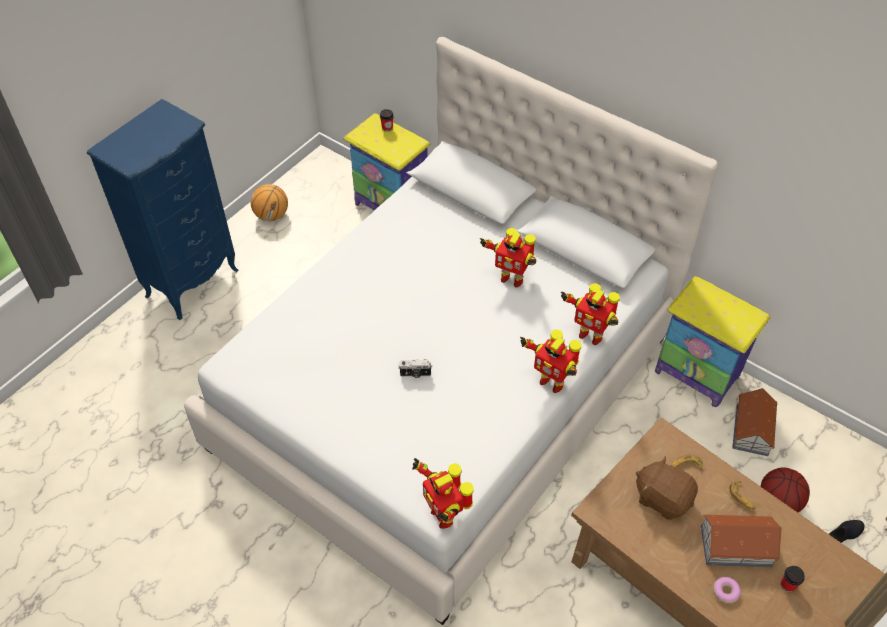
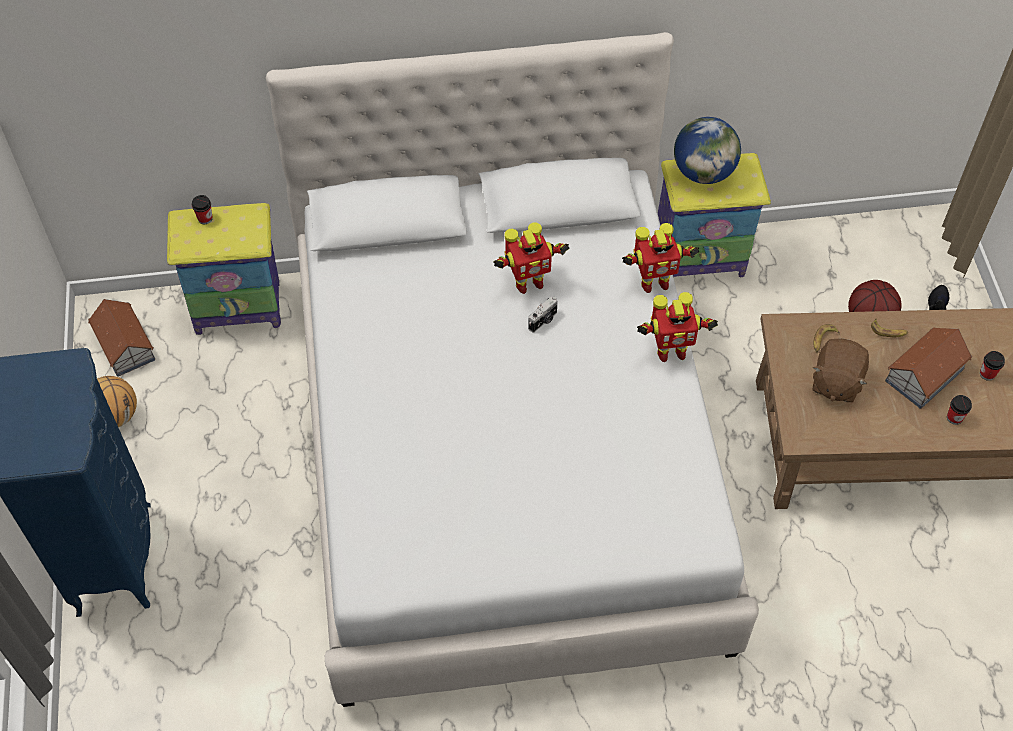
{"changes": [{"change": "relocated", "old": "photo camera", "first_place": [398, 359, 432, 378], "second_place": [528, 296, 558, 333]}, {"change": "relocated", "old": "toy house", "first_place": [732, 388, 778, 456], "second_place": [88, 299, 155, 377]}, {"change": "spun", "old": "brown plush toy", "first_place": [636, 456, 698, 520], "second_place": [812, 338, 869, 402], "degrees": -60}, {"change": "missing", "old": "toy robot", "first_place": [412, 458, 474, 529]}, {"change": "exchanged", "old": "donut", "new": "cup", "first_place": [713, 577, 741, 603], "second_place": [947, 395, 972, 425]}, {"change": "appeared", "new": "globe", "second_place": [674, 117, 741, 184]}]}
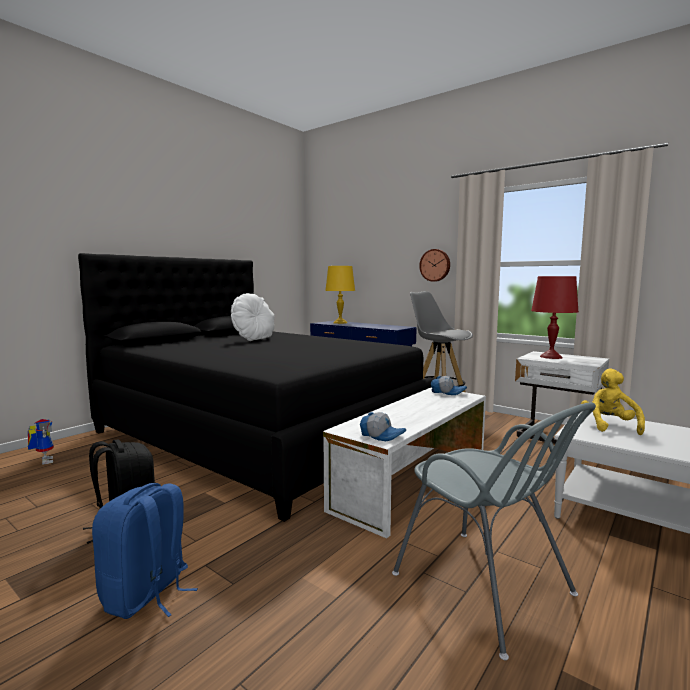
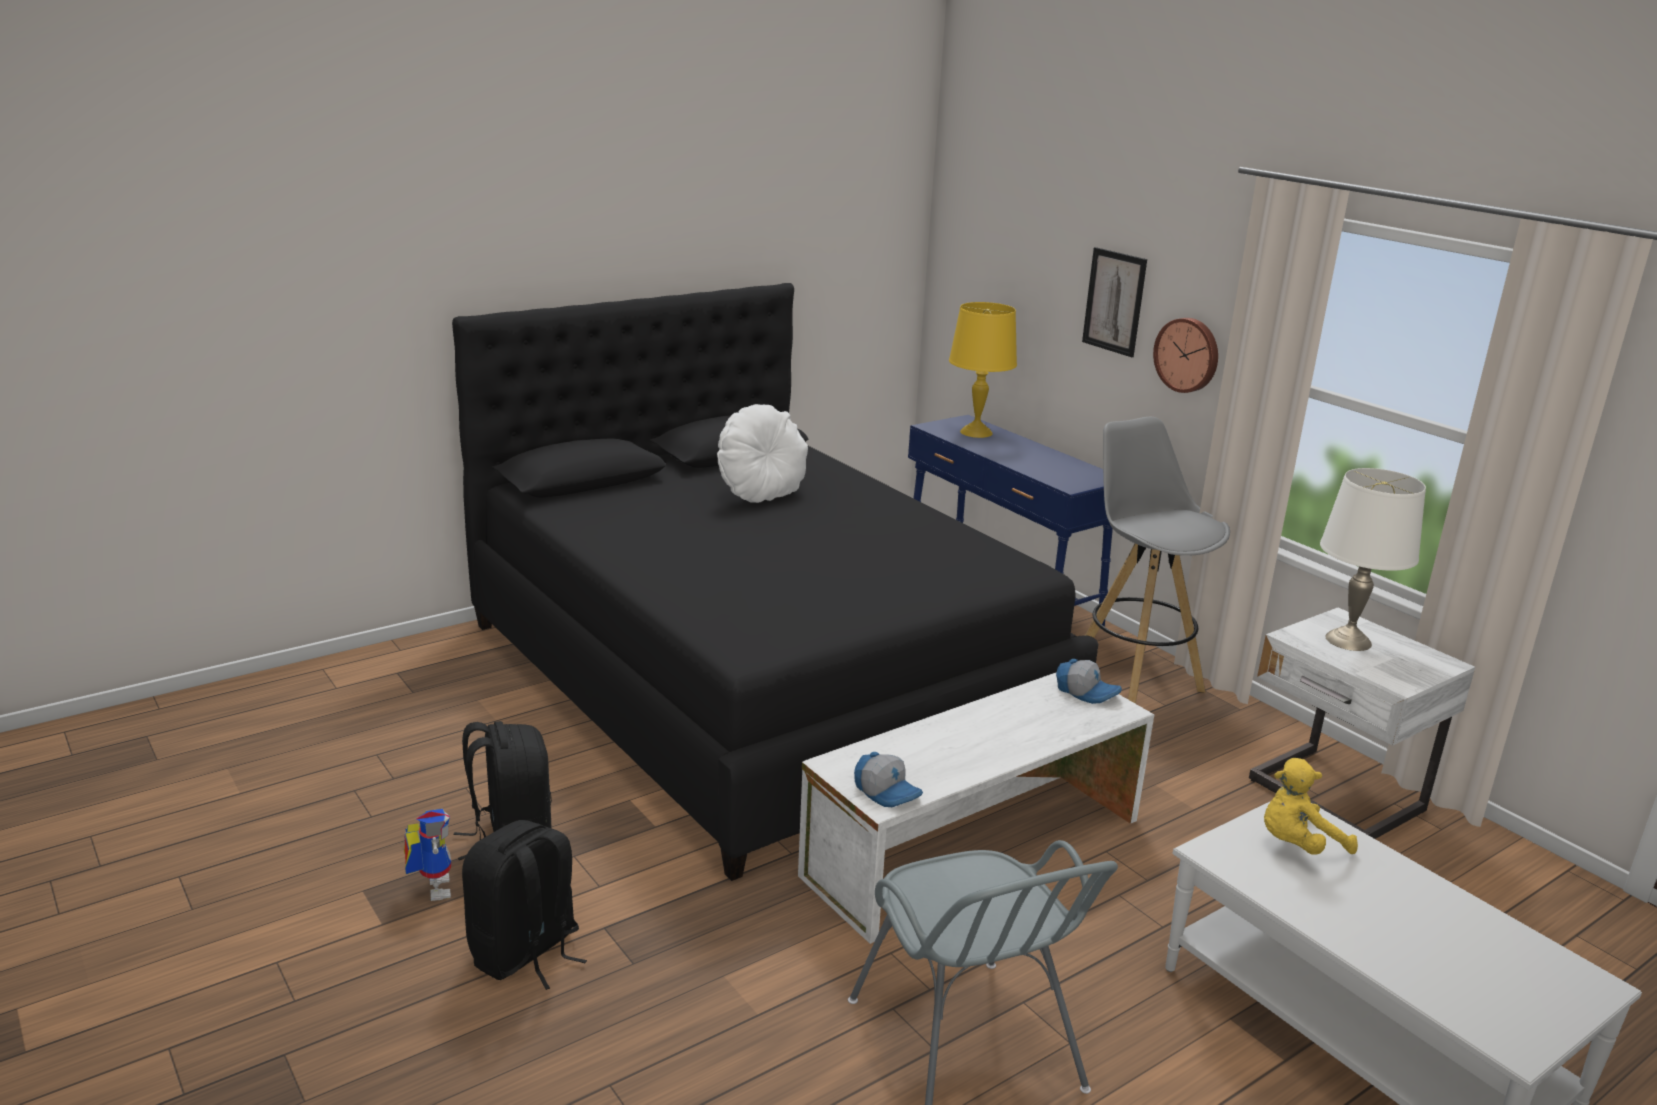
{"changes": [{"change": "colour", "old": "red table lamp", "new": "white table lamp", "first_place": [531, 276, 579, 359], "second_place": [1320, 468, 1426, 651]}, {"change": "spun", "old": "yellow plush toy", "first_place": [581, 368, 645, 435], "second_place": [1264, 758, 1358, 855], "degrees": -135}, {"change": "relocated", "old": "toy robot", "first_place": [28, 419, 54, 465], "second_place": [404, 809, 451, 901]}, {"change": "colour", "old": "blue backpack", "new": "black backpack", "first_place": [92, 483, 198, 619], "second_place": [462, 820, 587, 990]}, {"change": "appeared", "new": "picture", "second_place": [1082, 247, 1147, 357]}]}
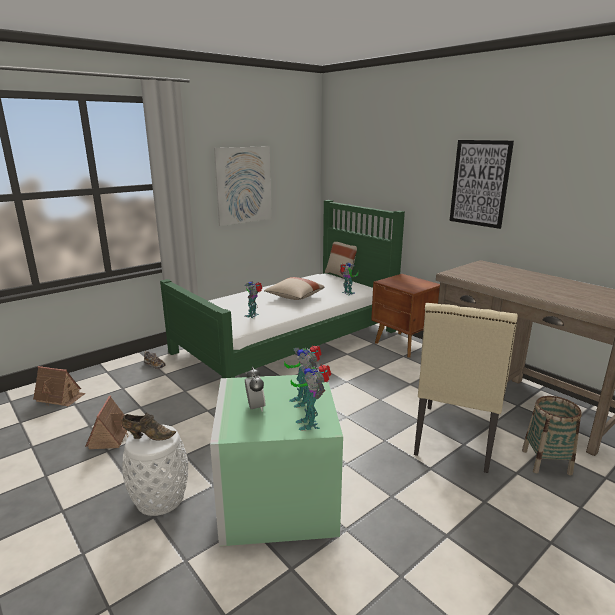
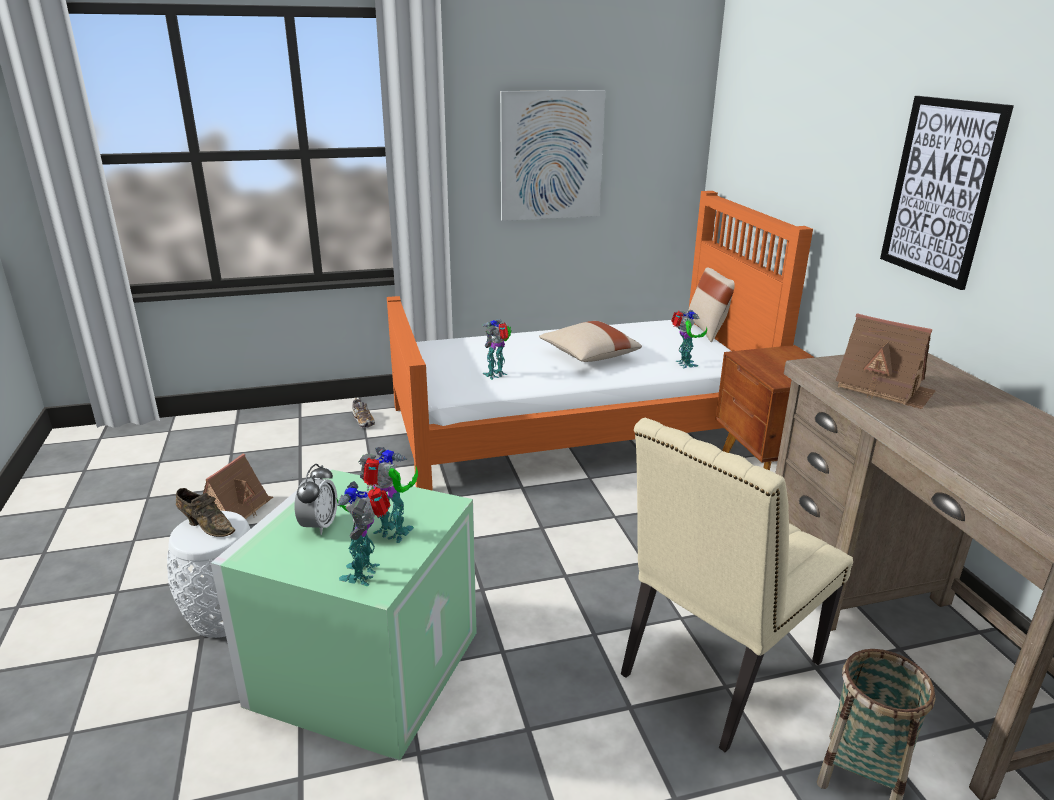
{"changes": [{"change": "colour", "old": "green bed", "new": "orange bed", "first_place": [160, 200, 405, 378], "second_place": [387, 191, 813, 491]}, {"change": "spun", "old": "toy robot", "first_place": [284, 345, 322, 408], "second_place": [359, 447, 418, 543], "degrees": 120}, {"change": "relocated", "old": "toy house", "first_place": [33, 366, 85, 406], "second_place": [835, 313, 936, 409]}]}
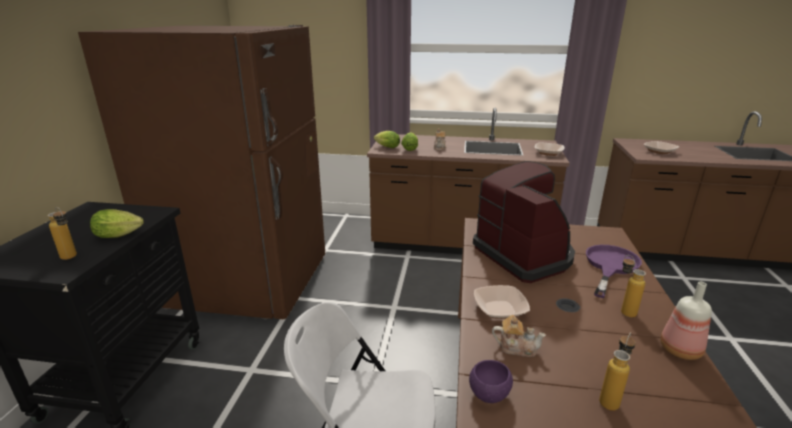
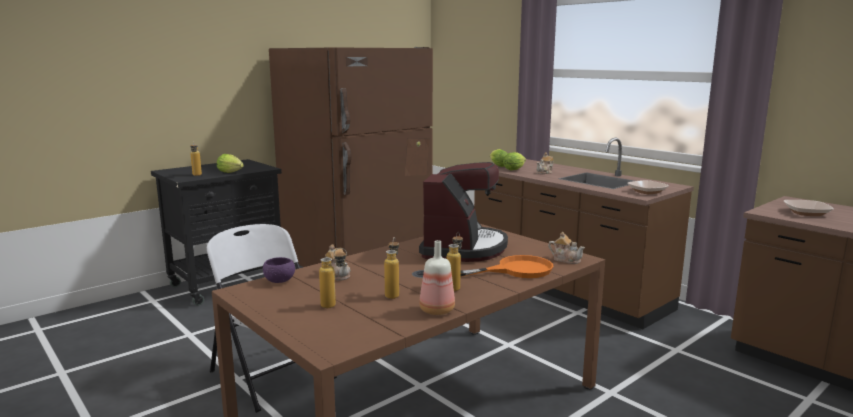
{"changes": [{"change": "colour", "old": "purple frying pan", "new": "orange frying pan", "first_place": [586, 245, 642, 298], "second_place": [460, 255, 553, 278]}, {"change": "missing", "old": "bowl", "first_place": [474, 285, 530, 319]}, {"change": "appeared", "new": "teapot", "second_place": [548, 232, 585, 264]}, {"change": "appeared", "new": "bottle", "second_place": [384, 237, 399, 299]}]}
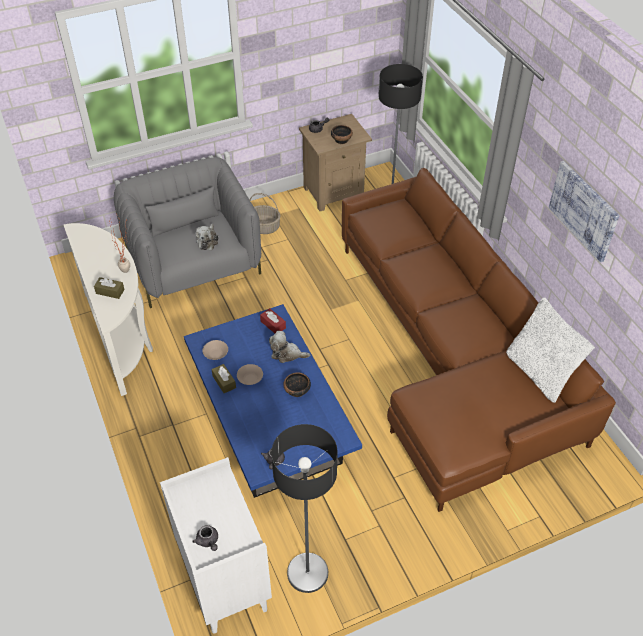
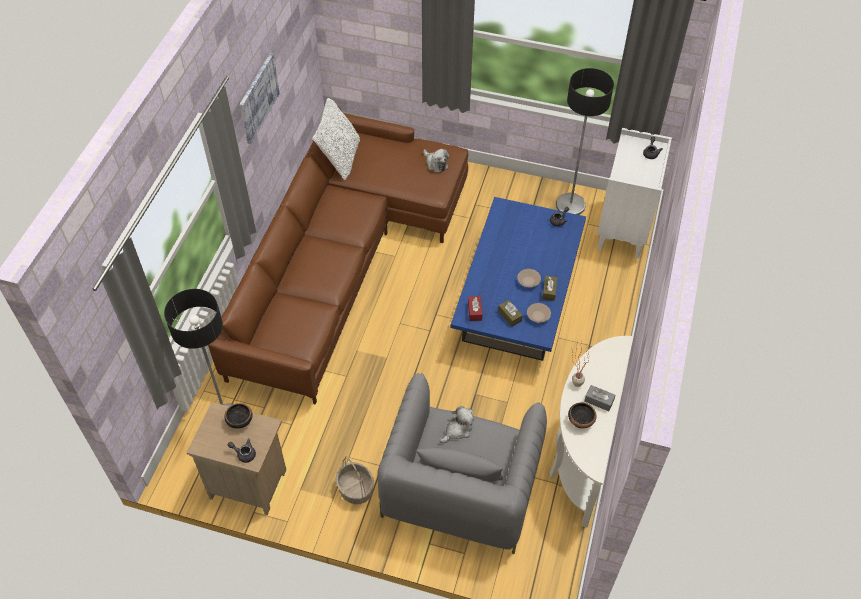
{"changes": [{"change": "relocated", "old": "brown tissue box", "first_place": [94, 277, 125, 299], "second_place": [498, 300, 523, 327]}, {"change": "relocated", "old": "plush toy", "first_place": [269, 331, 310, 363], "second_place": [423, 149, 449, 173]}, {"change": "relocated", "old": "bowl", "first_place": [283, 373, 311, 397], "second_place": [568, 402, 597, 428]}, {"change": "appeared", "new": "grey tissue box", "second_place": [584, 385, 615, 411]}]}
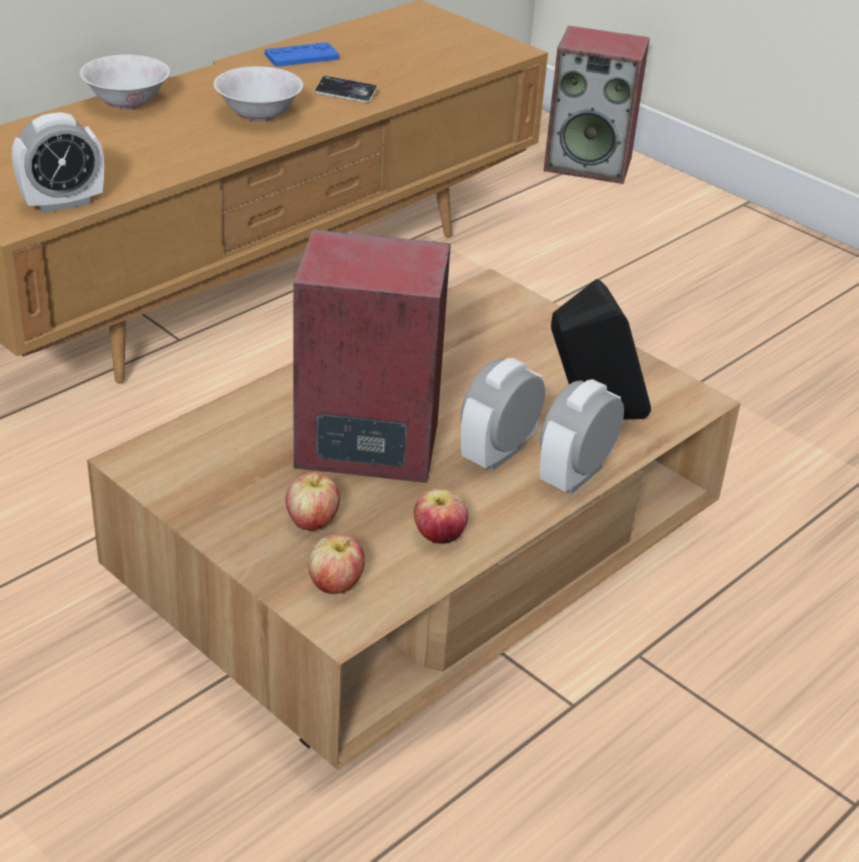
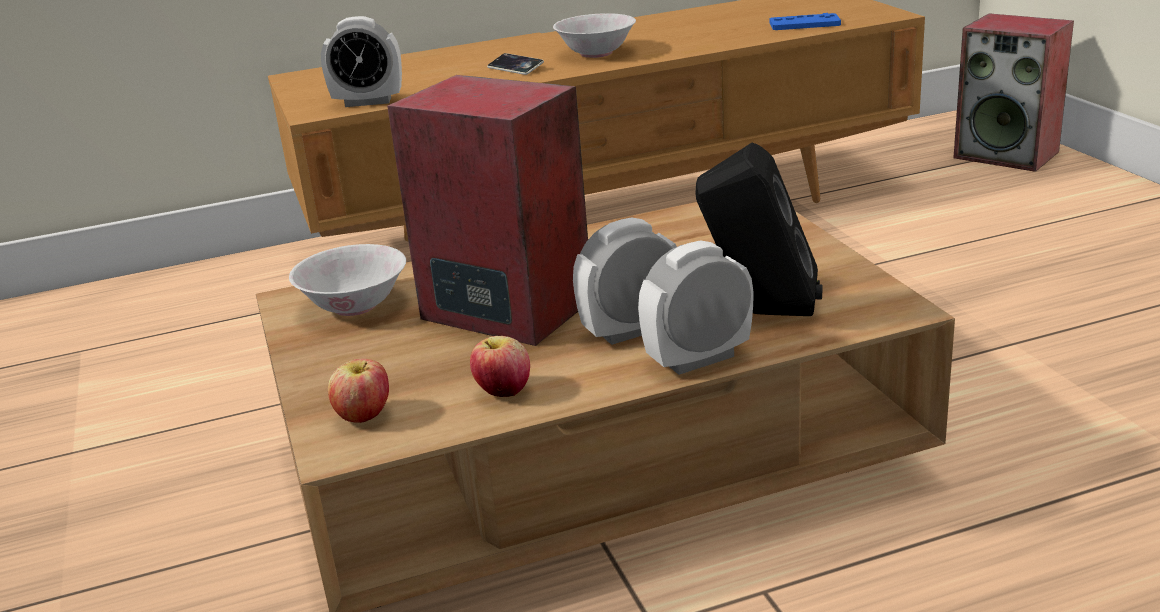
{"changes": [{"change": "relocated", "old": "blue game controller", "first_place": [265, 42, 339, 67], "second_place": [769, 13, 841, 30]}, {"change": "relocated", "old": "white bowl", "first_place": [80, 55, 170, 109], "second_place": [289, 244, 406, 316]}, {"change": "relocated", "old": "phone", "first_place": [315, 76, 378, 103], "second_place": [487, 53, 544, 75]}, {"change": "missing", "old": "apple", "first_place": [286, 472, 340, 531]}]}
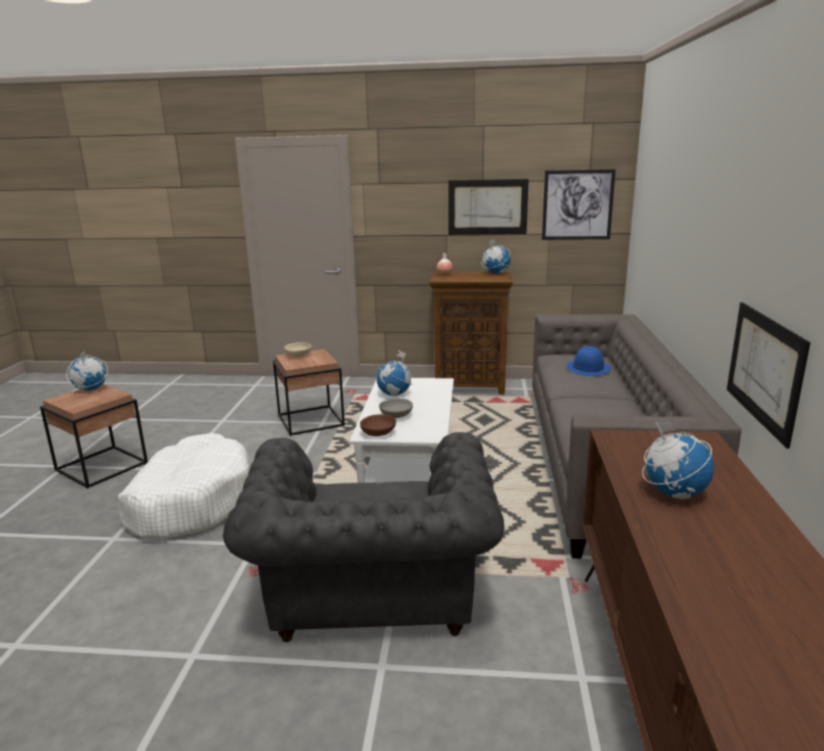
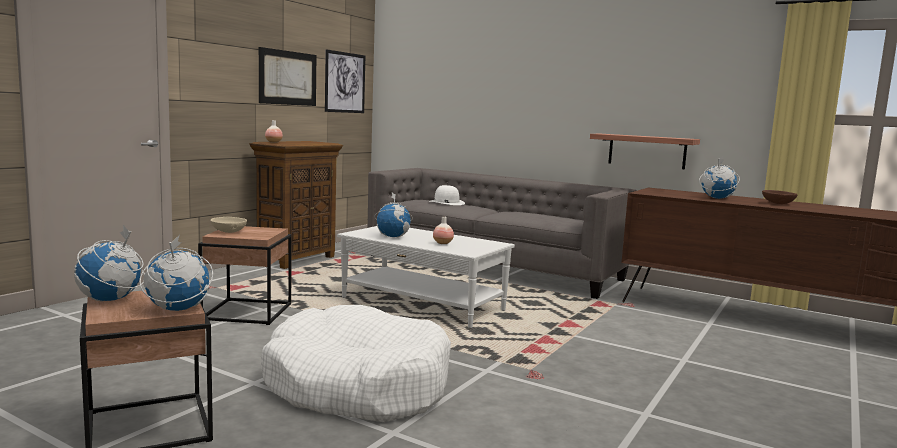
{"changes": [{"change": "relocated", "old": "globe", "first_place": [482, 239, 511, 274], "second_place": [139, 235, 213, 311]}, {"change": "exchanged", "old": "picture", "new": "shelf", "first_place": [727, 302, 811, 449], "second_place": [590, 134, 700, 169]}, {"change": "colour", "old": "blue hat", "new": "white hat", "first_place": [566, 346, 611, 376], "second_place": [430, 185, 465, 205]}, {"change": "exchanged", "old": "grey bowl", "new": "vase", "first_place": [379, 399, 413, 418], "second_place": [433, 216, 454, 244]}, {"change": "relocated", "old": "brown bowl", "first_place": [360, 414, 396, 436], "second_place": [762, 190, 798, 204]}, {"change": "missing", "old": "grey armchair", "first_place": [223, 432, 505, 642]}]}
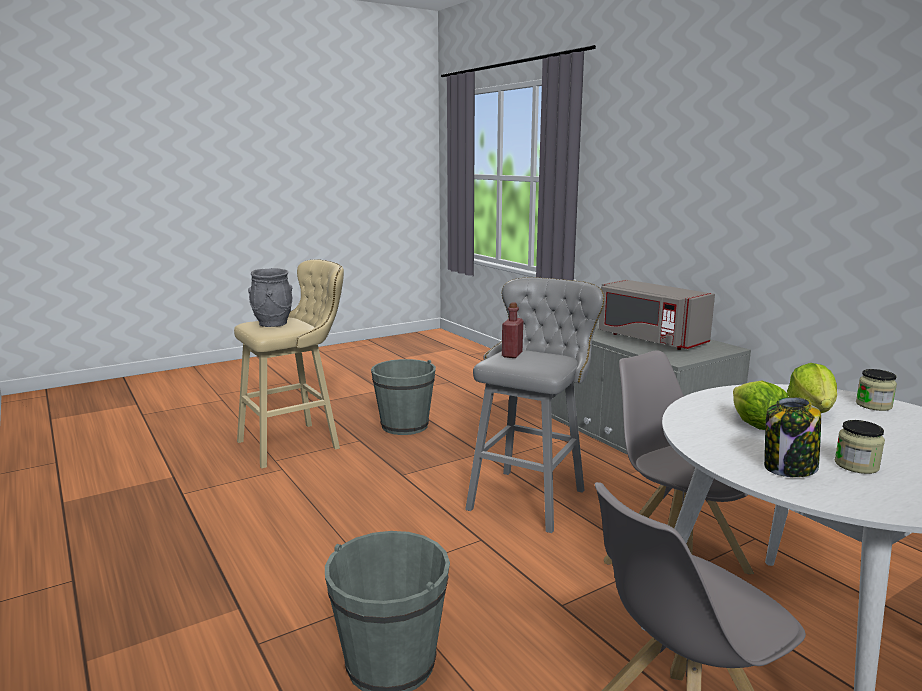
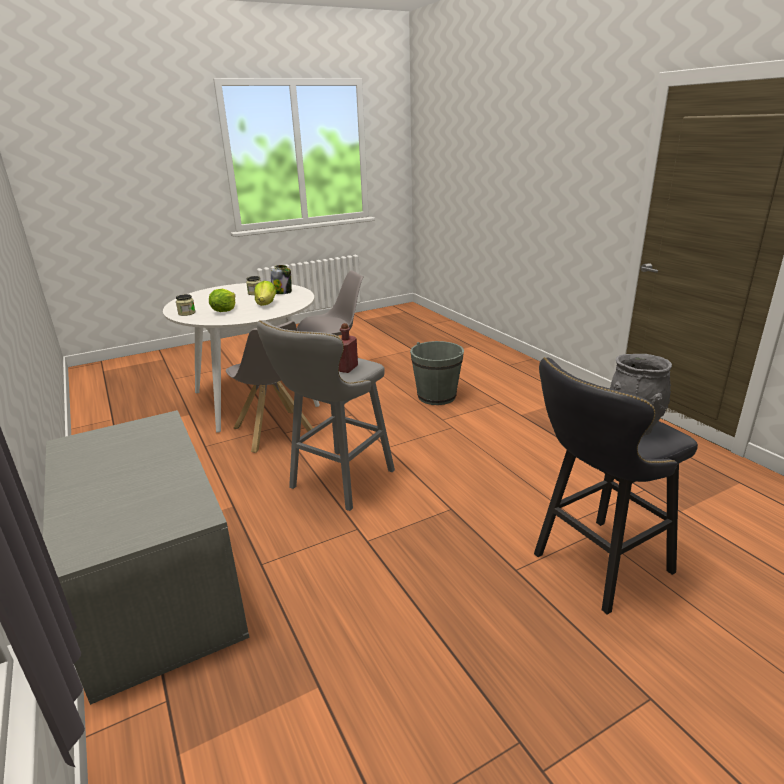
{"changes": [{"change": "colour", "old": "beige stool", "new": "black stool", "first_place": [234, 259, 344, 468], "second_place": [534, 357, 698, 615]}, {"change": "missing", "old": "grey microwave", "first_place": [599, 280, 715, 350]}, {"change": "missing", "old": "grey bucket", "first_place": [371, 359, 436, 435]}]}
